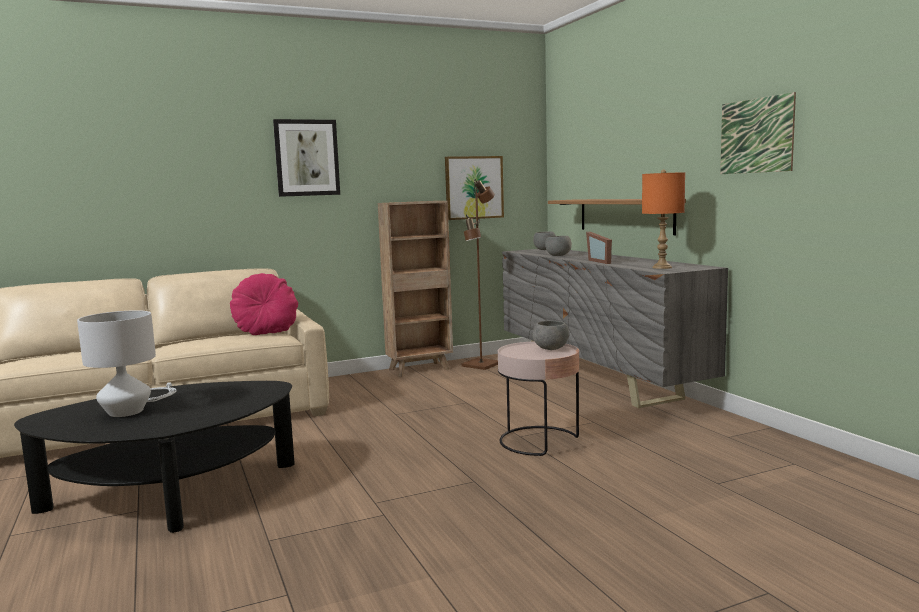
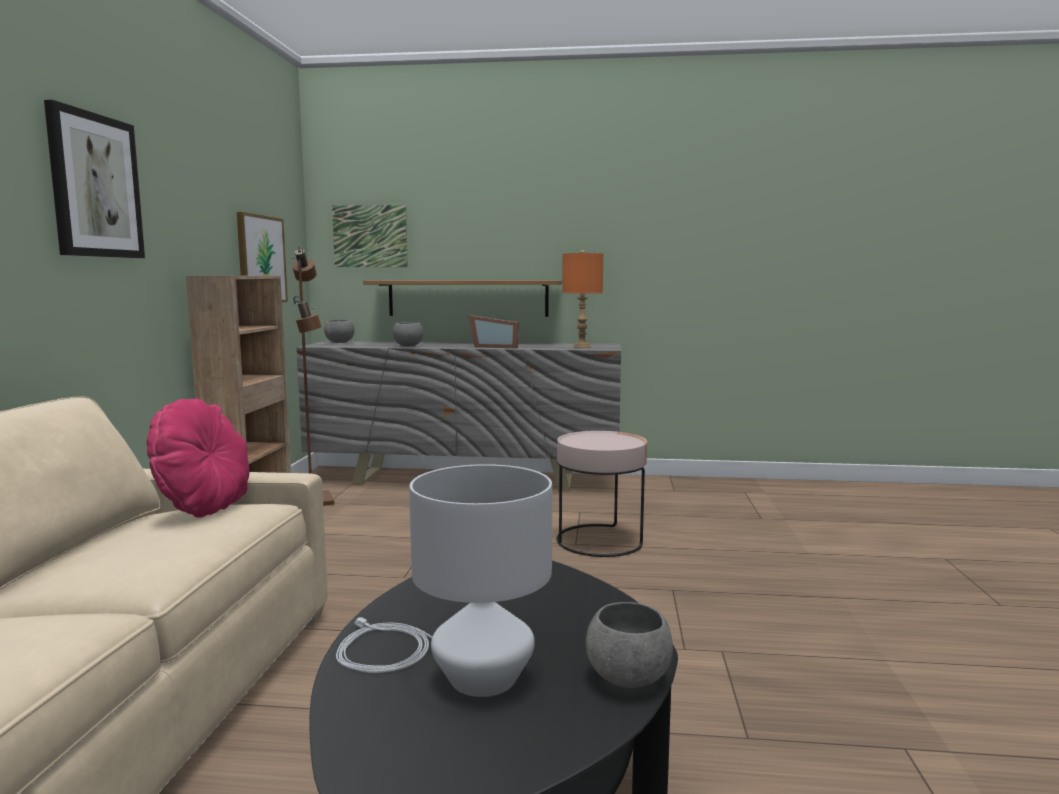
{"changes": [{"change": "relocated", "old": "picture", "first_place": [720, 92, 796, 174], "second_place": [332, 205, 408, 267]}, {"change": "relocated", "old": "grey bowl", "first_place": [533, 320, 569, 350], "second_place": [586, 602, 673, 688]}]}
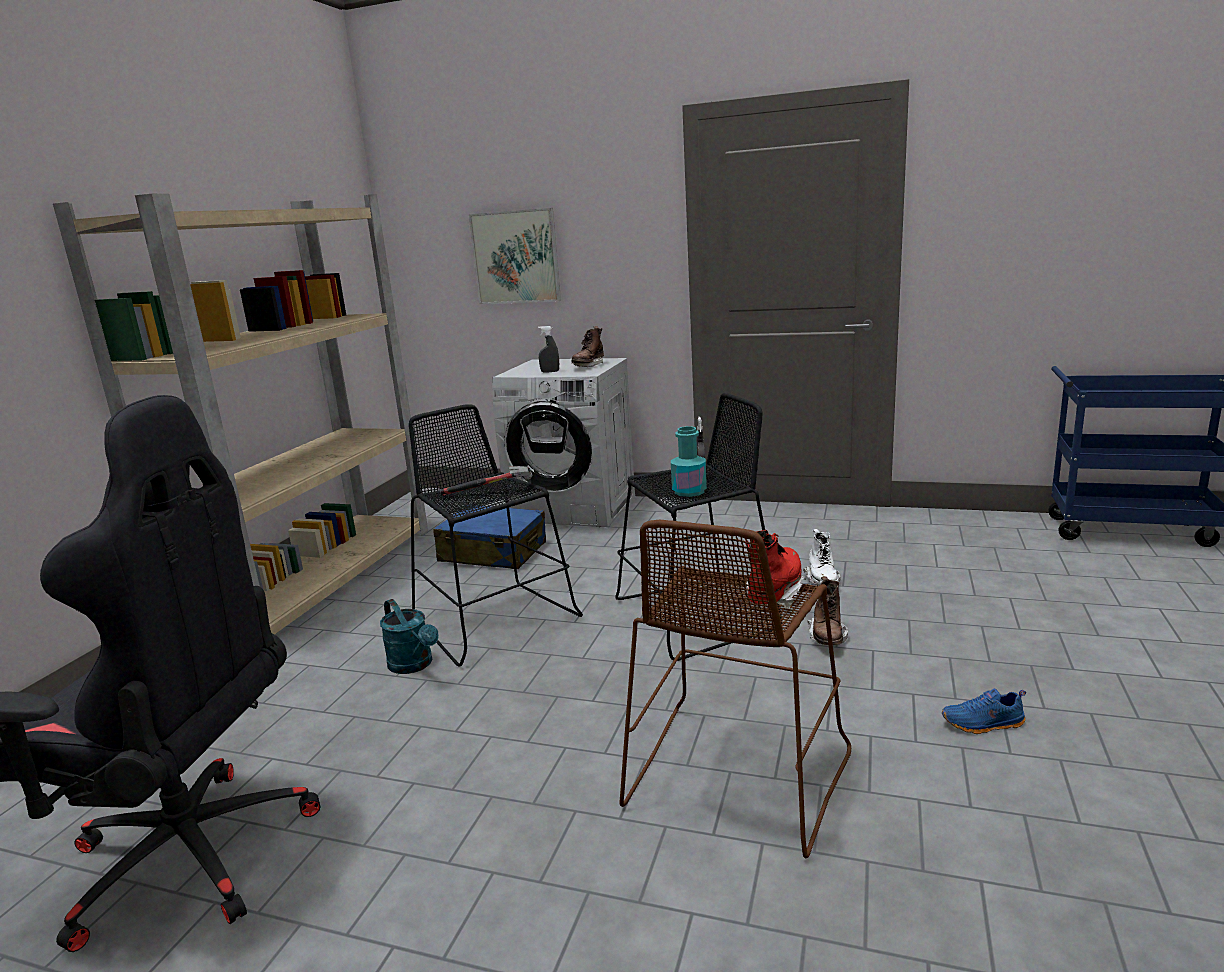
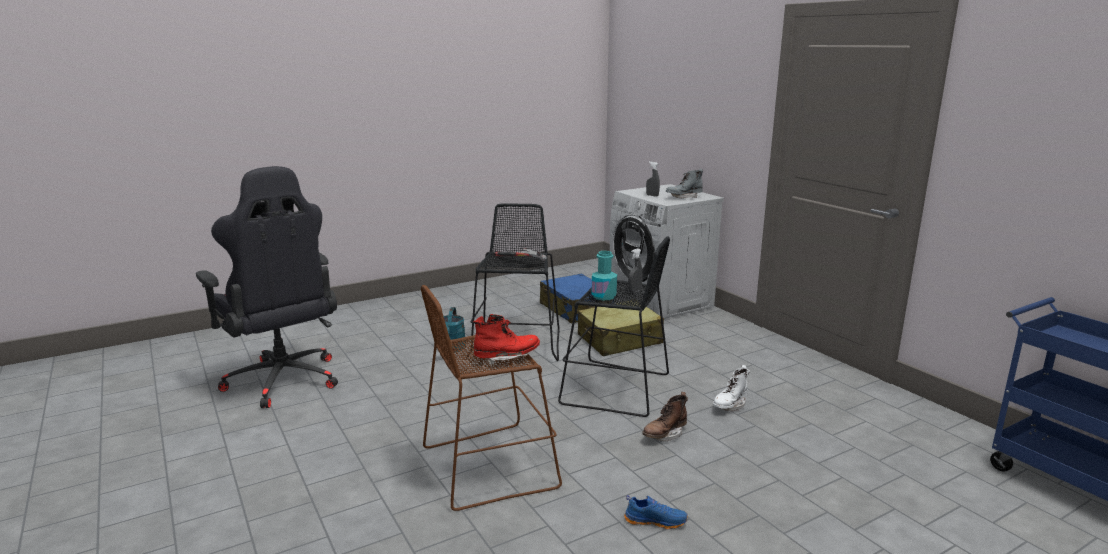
{"changes": [{"change": "missing", "old": "beige bookcase", "first_place": [53, 194, 428, 634]}, {"change": "missing", "old": "picture", "first_place": [469, 208, 561, 304]}, {"change": "colour", "old": "brown boot", "new": "grey boot", "first_place": [571, 326, 604, 367], "second_place": [666, 169, 703, 198]}, {"change": "spun", "old": "blue shoe", "first_place": [942, 688, 1026, 734], "second_place": [624, 495, 688, 529], "degrees": 150}, {"change": "appeared", "new": "beige suitcase", "second_place": [578, 301, 664, 356]}]}
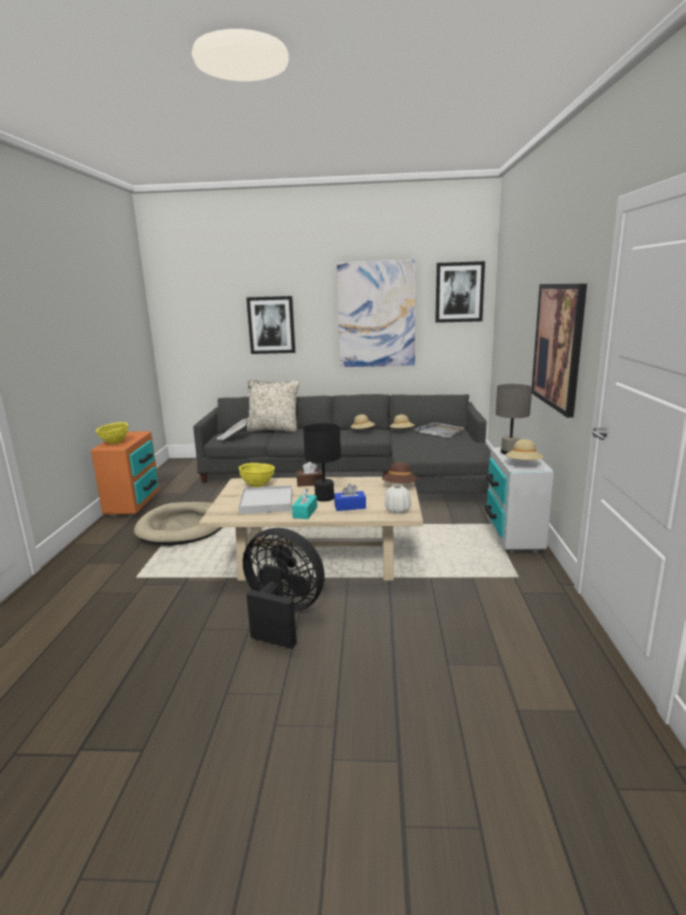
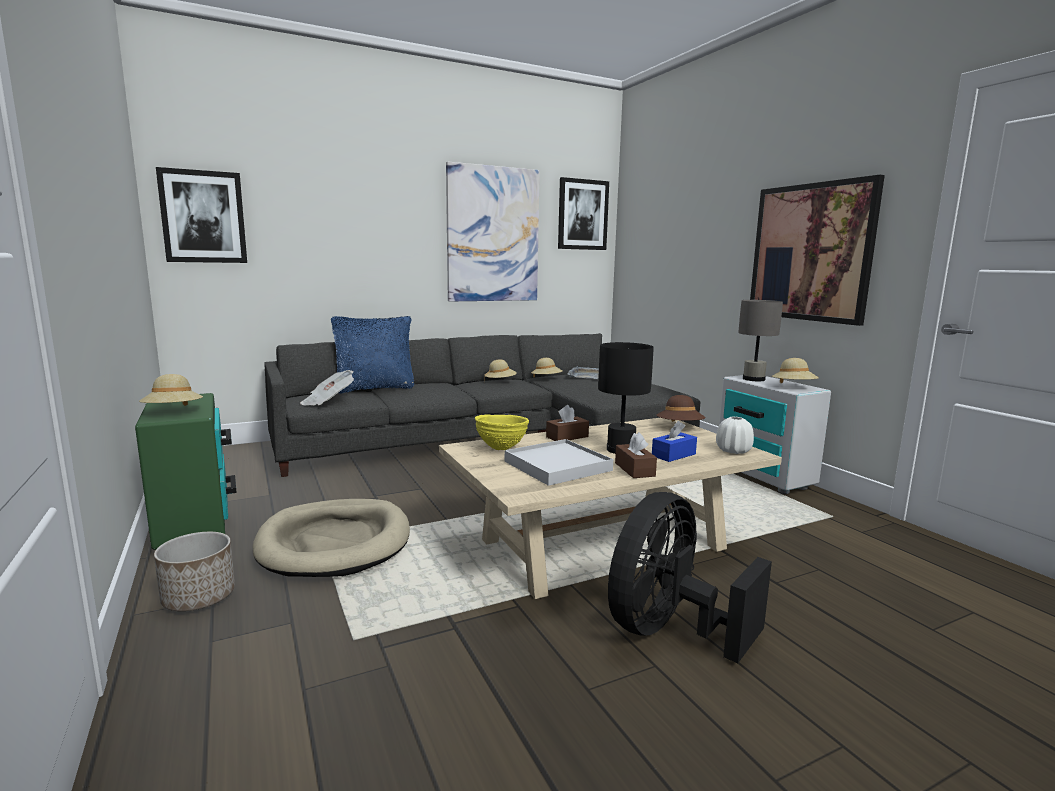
{"changes": [{"change": "relocated", "old": "picture", "first_place": [246, 296, 295, 354], "second_place": [156, 167, 247, 263]}, {"change": "colour", "old": "beige pillow", "new": "blue pillow", "first_place": [247, 380, 300, 432], "second_place": [331, 316, 414, 394]}, {"change": "exchanged", "old": "yellow bowl", "new": "beige hat", "first_place": [96, 422, 128, 444], "second_place": [139, 374, 203, 406]}, {"change": "colour", "old": "orange nightstand", "new": "green nightstand", "first_place": [91, 431, 159, 517], "second_place": [135, 393, 237, 550]}, {"change": "colour", "old": "turquoise tissue box", "new": "brown tissue box", "first_place": [292, 488, 317, 519], "second_place": [615, 432, 657, 478]}, {"change": "spun", "old": "black fan", "first_place": [243, 528, 325, 649], "second_place": [608, 492, 772, 663], "degrees": -45}, {"change": "appeared", "new": "planter", "second_place": [154, 532, 235, 611]}]}
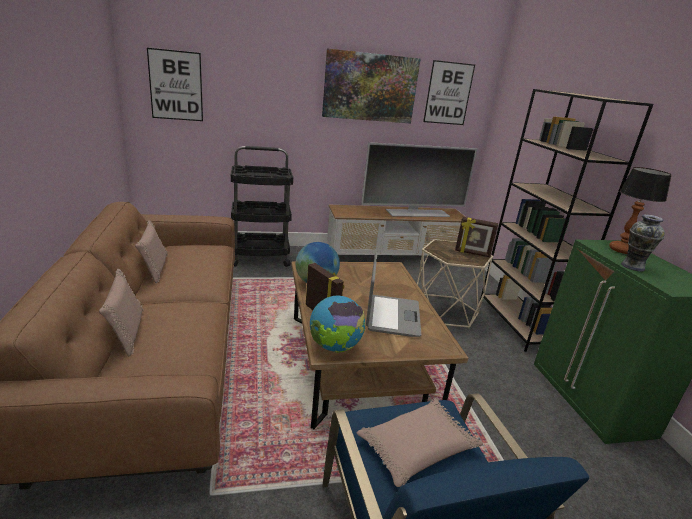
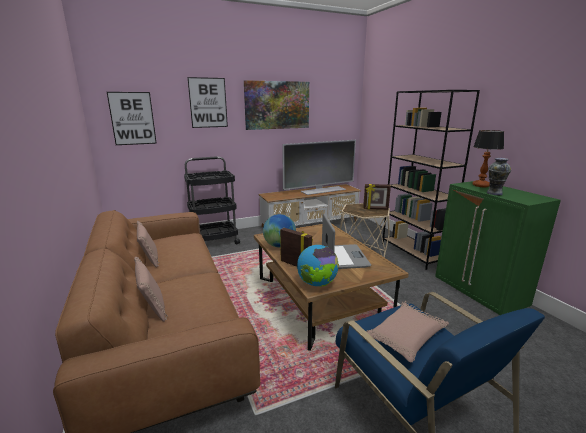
{"changes": [{"change": "relocated", "old": "picture", "first_place": [423, 60, 475, 125], "second_place": [187, 77, 228, 128]}]}
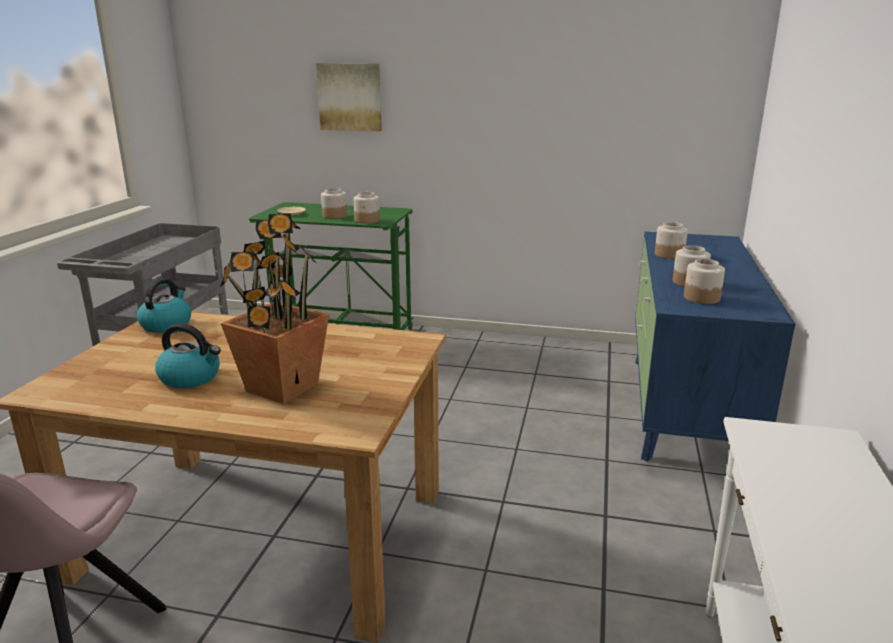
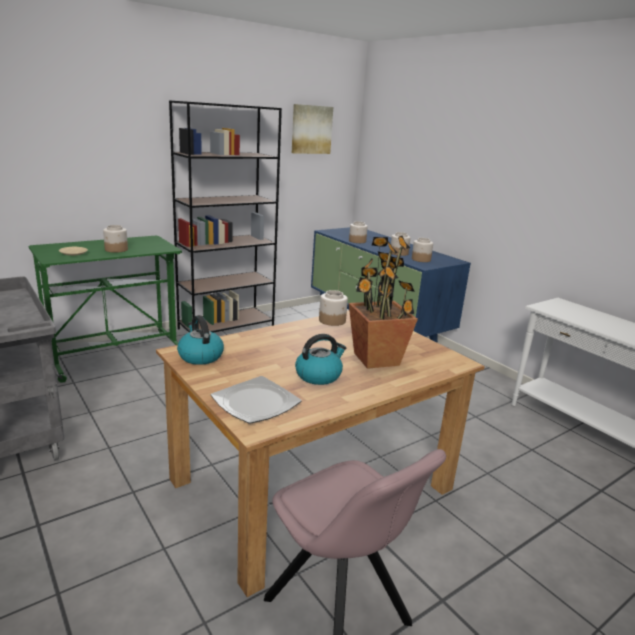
{"changes": [{"change": "relocated", "old": "picture", "first_place": [316, 63, 382, 131], "second_place": [292, 104, 333, 154]}, {"change": "relocated", "old": "jar", "first_place": [354, 192, 380, 224], "second_place": [319, 290, 348, 326]}, {"change": "appeared", "new": "brown bookcase", "second_place": [169, 100, 282, 333]}, {"change": "appeared", "new": "plate", "second_place": [211, 376, 302, 424]}]}
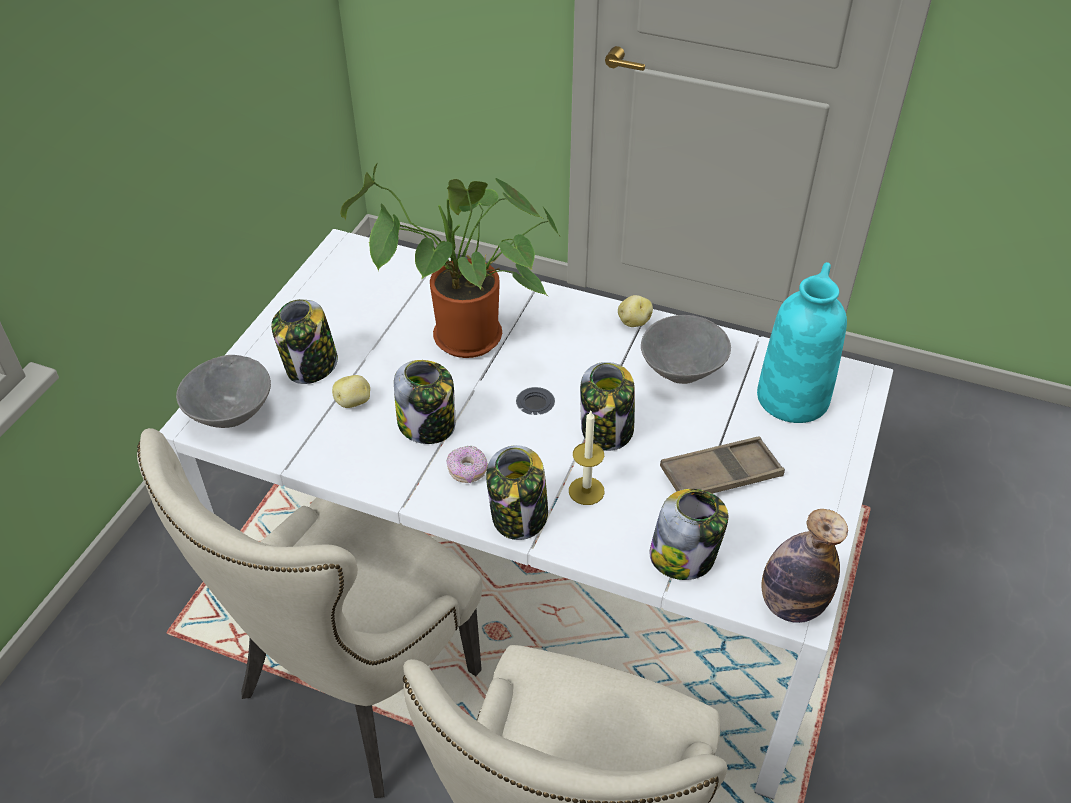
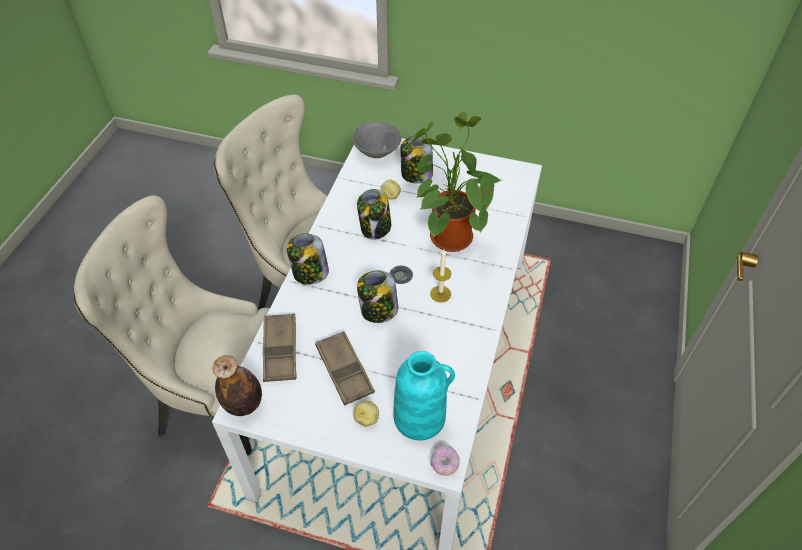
{"changes": [{"change": "relocated", "old": "potato", "first_place": [618, 295, 653, 327], "second_place": [353, 401, 379, 427]}, {"change": "missing", "old": "grey bowl", "first_place": [641, 315, 731, 384]}, {"change": "relocated", "old": "candle", "first_place": [569, 411, 605, 505], "second_place": [430, 249, 451, 303]}, {"change": "relocated", "old": "donut", "first_place": [447, 446, 488, 483], "second_place": [430, 446, 460, 476]}, {"change": "exchanged", "old": "jar", "new": "brown tray", "first_place": [649, 489, 729, 580], "second_place": [263, 313, 296, 382]}]}
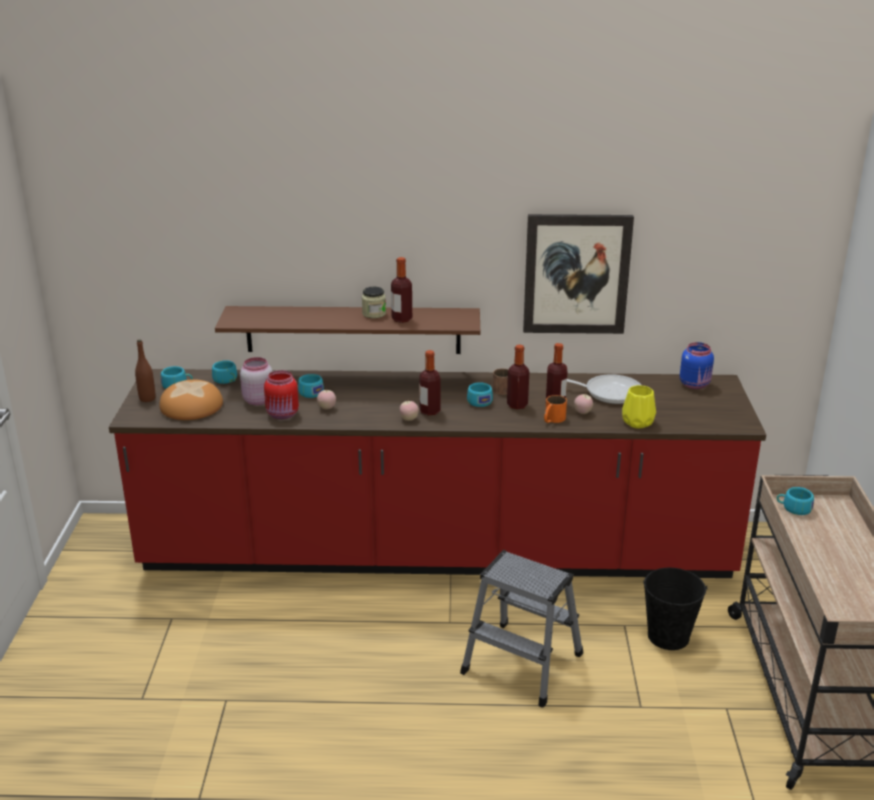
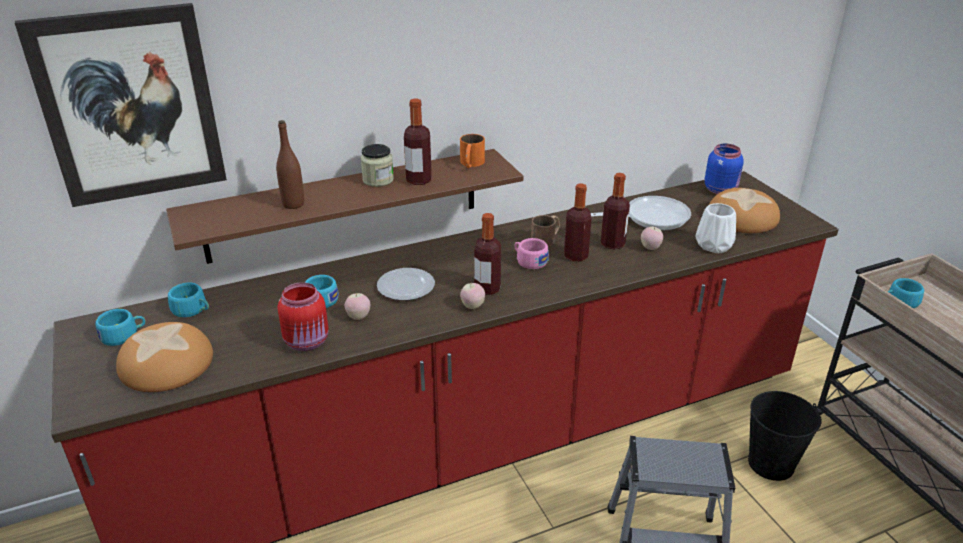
{"changes": [{"change": "relocated", "old": "picture", "first_place": [523, 214, 634, 334], "second_place": [15, 3, 227, 207]}, {"change": "relocated", "old": "brown bottle", "first_place": [135, 339, 156, 402], "second_place": [276, 120, 304, 209]}, {"change": "missing", "old": "pink jar", "first_place": [240, 357, 273, 405]}, {"change": "colour", "old": "turquoise cup", "new": "pink cup", "first_place": [467, 382, 493, 407], "second_place": [514, 238, 549, 269]}, {"change": "colour", "old": "yellow vase", "new": "white vase", "first_place": [622, 385, 656, 429], "second_place": [695, 203, 736, 253]}, {"change": "relocated", "old": "orange mug", "first_place": [544, 395, 567, 423], "second_place": [460, 134, 485, 168]}, {"change": "appeared", "new": "bread", "second_place": [709, 188, 780, 233]}, {"change": "appeared", "new": "plate", "second_place": [377, 268, 435, 301]}]}
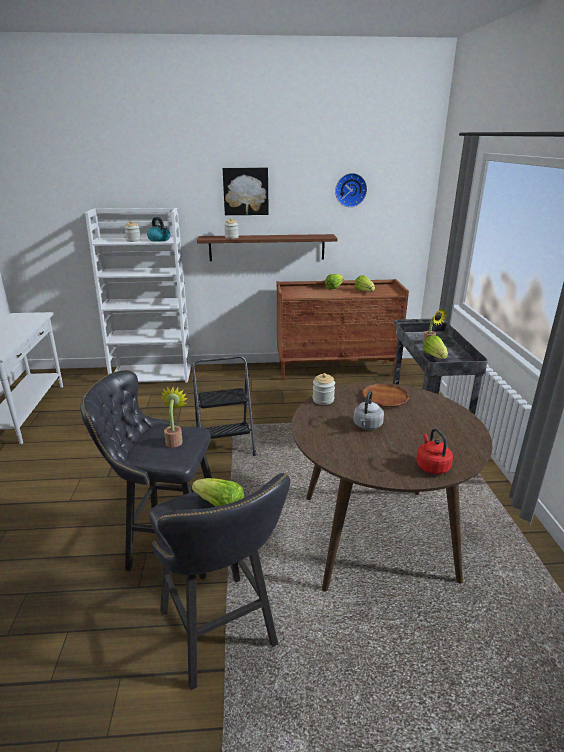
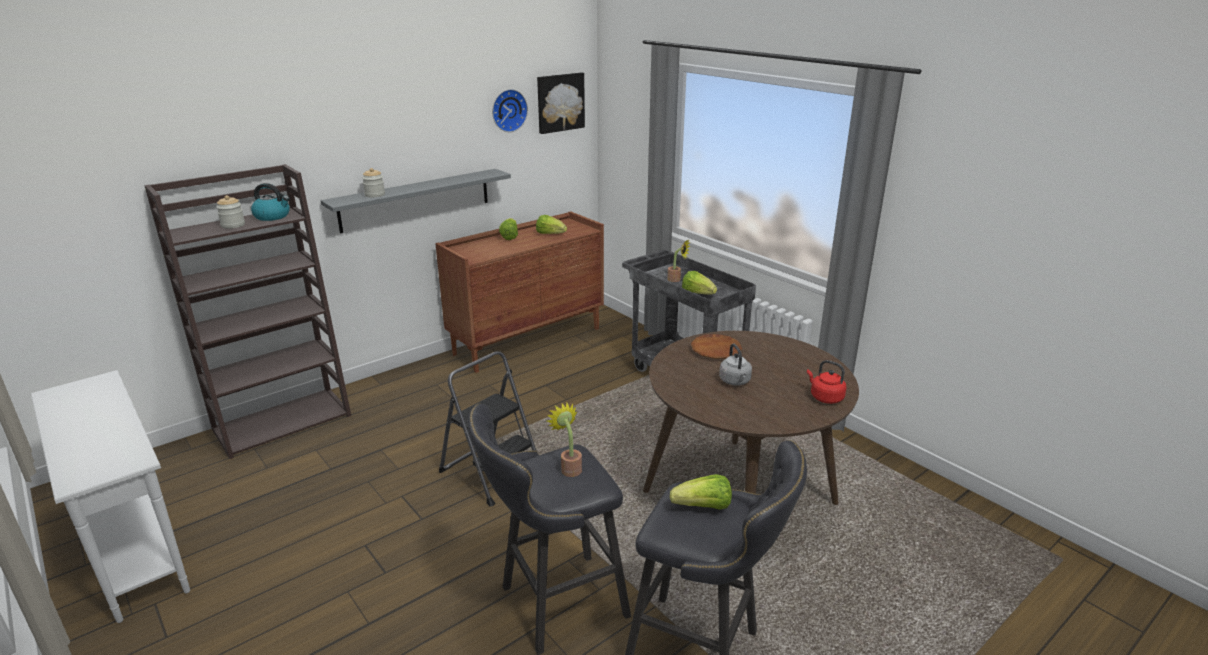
{"changes": [{"change": "relocated", "old": "picture", "first_place": [223, 168, 269, 215], "second_place": [537, 73, 585, 134]}, {"change": "colour", "old": "white bookcase", "new": "brown bookcase", "first_place": [85, 208, 192, 383], "second_place": [144, 164, 351, 459]}, {"change": "colour", "old": "brown shelf", "new": "grey shelf", "first_place": [197, 234, 338, 261], "second_place": [320, 169, 511, 234]}, {"change": "missing", "old": "jar", "first_place": [313, 373, 335, 405]}]}
